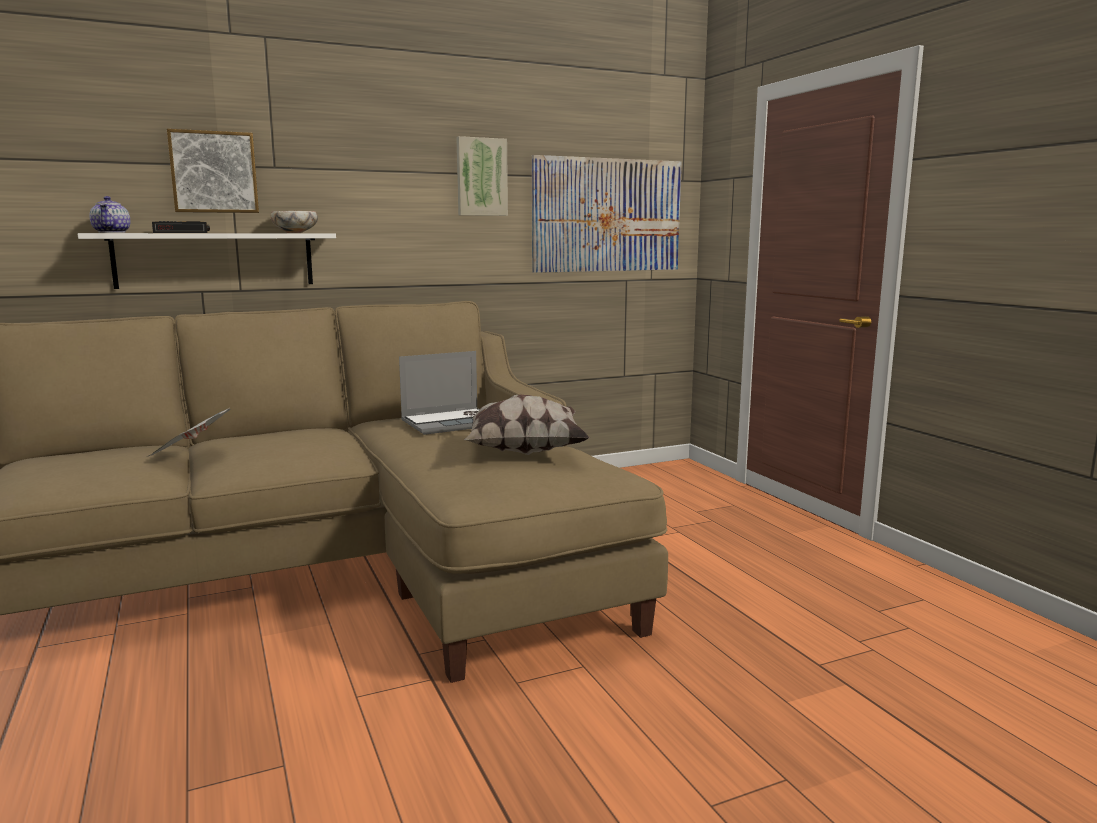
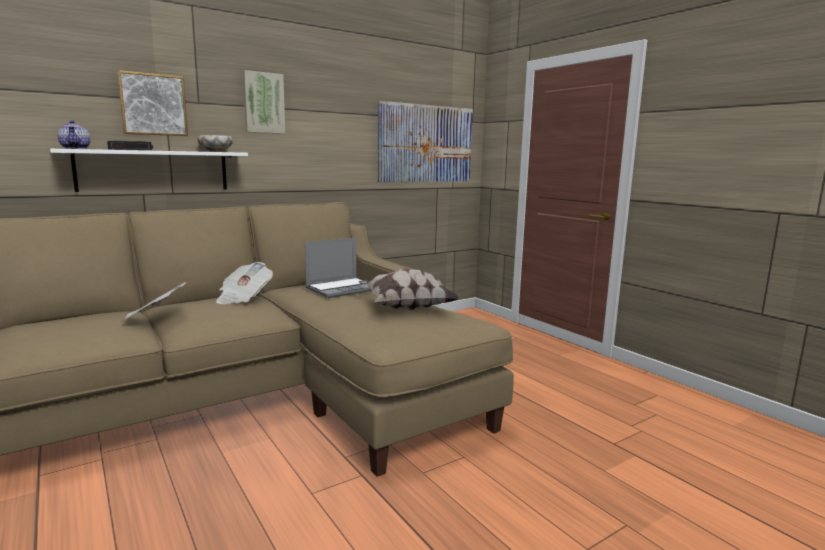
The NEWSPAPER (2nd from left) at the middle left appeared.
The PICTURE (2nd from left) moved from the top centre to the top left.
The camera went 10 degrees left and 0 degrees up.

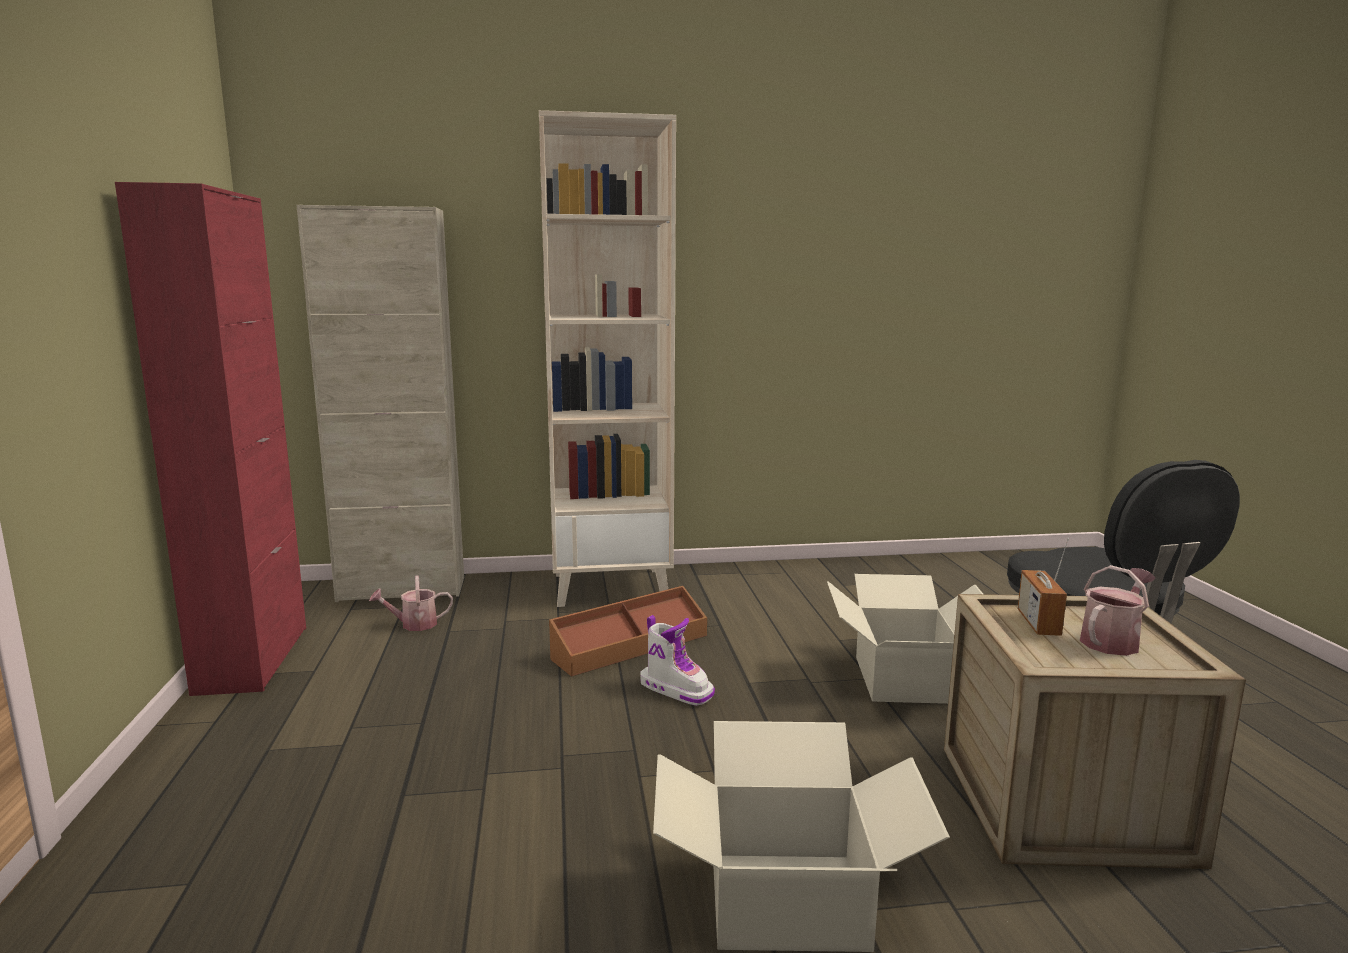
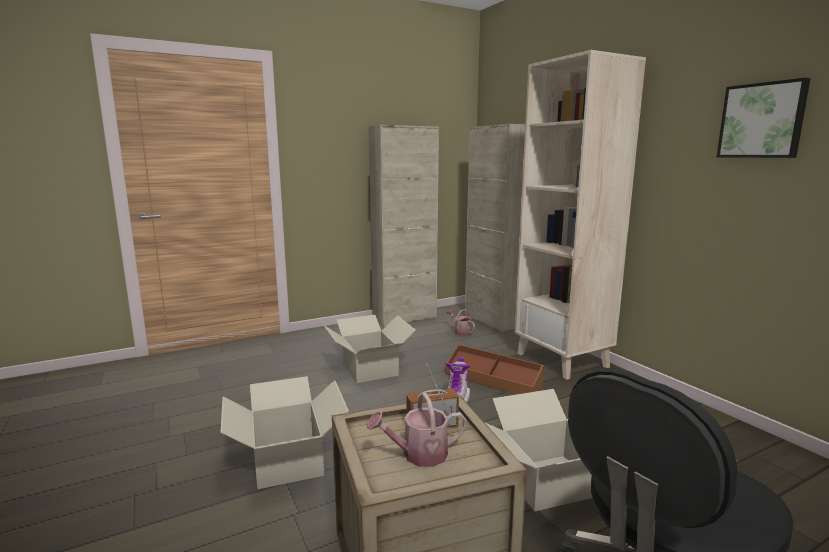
The CARDBOARD BOX (2nd from left) at the centre appeared.
The WATERING CAN (2nd from left in the first image) at the middle right turned 135 degrees clockwise.
The RED CABINET at the middle left became the BEIGE CABINET (1st from left) at the centre.
The PICTURE at the top right appeared.
The camera went 70 degrees right and 0 degrees up.

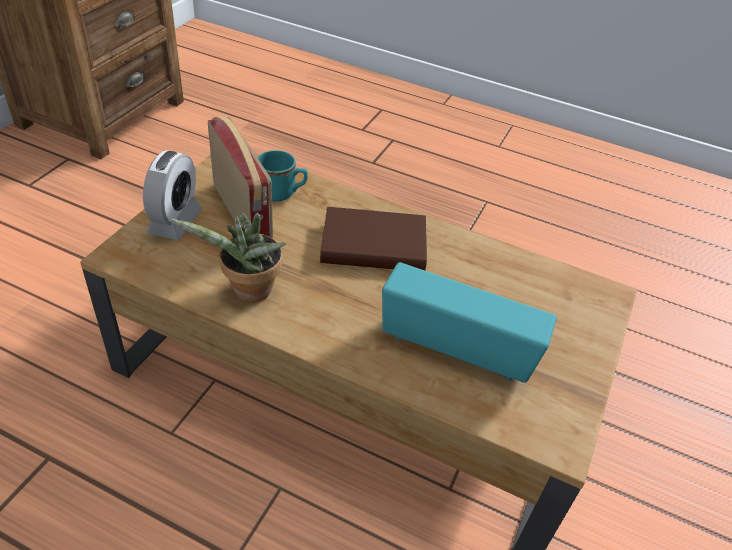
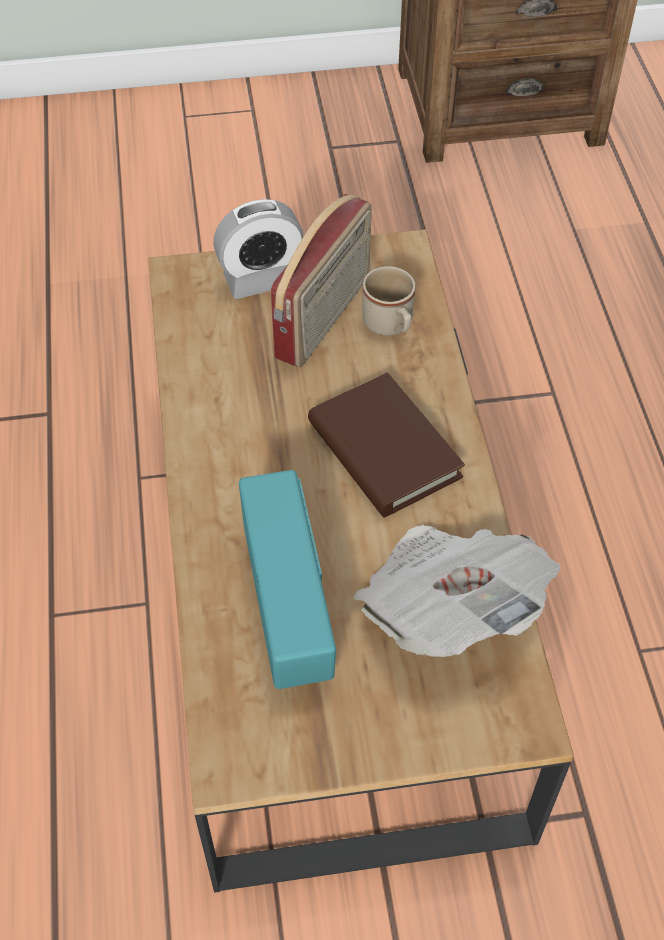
The NEWSPAPER at the middle right appeared.
The TURQUOISE MUG at the top centre became the BEIGE MUG at the top centre.
The POTTED PLANT at the middle left disappeared.
The camera went 60 degrees right and 10 degrees up.

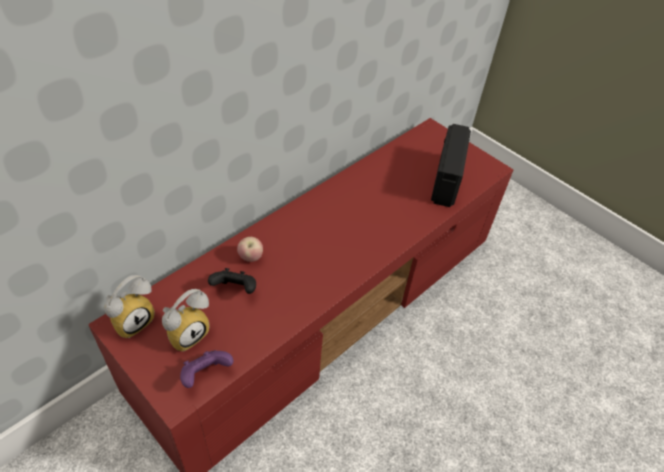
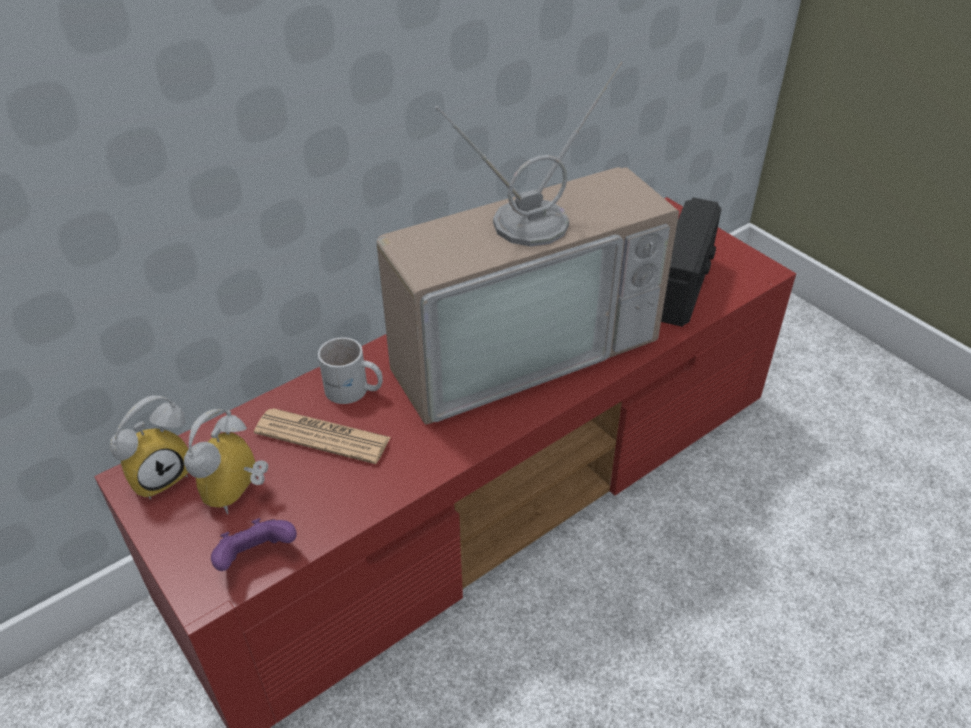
The ALARM CLOCK (2nd from left) at the bottom left turned 150 degrees clockwise.
The BLACK GAME CONTROLLER at the centre was replaced by the NEWSPAPER at the middle left.
The APPLE at the centre was replaced by the WHITE MUG at the centre.
The TELEVISION at the top centre appeared.
The camera went 10 degrees right and 5 degrees down.

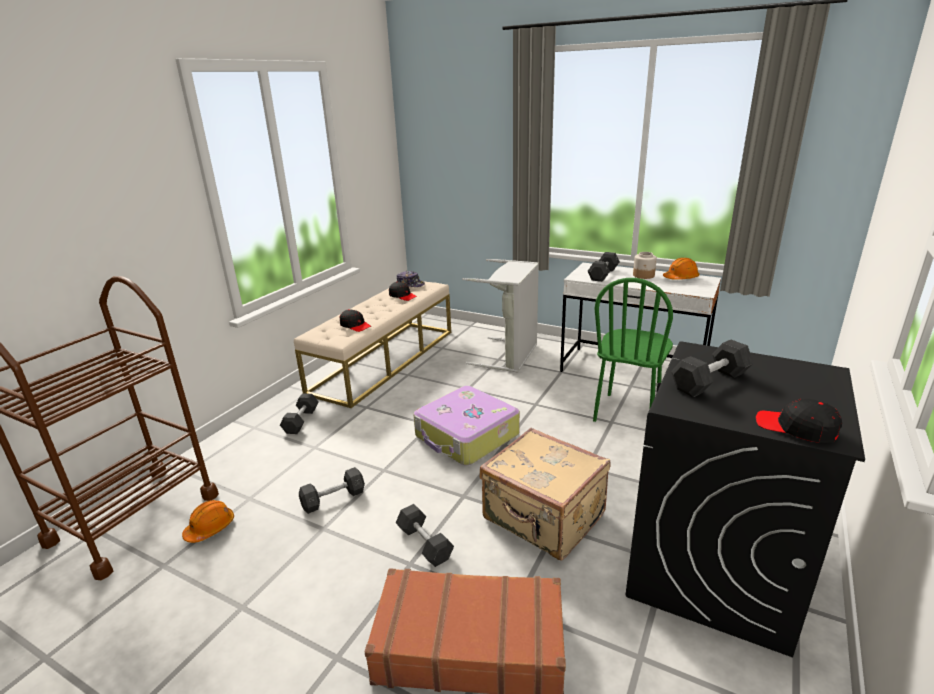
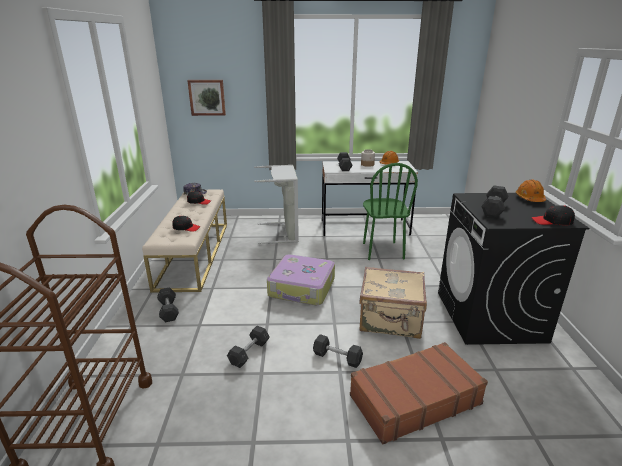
The PICTURE at the top left appeared.
The ORANGE HARD HAT (1st from left in the first image) moved from the bottom left to the middle right.
The camera went 30 degrees left and 0 degrees up.

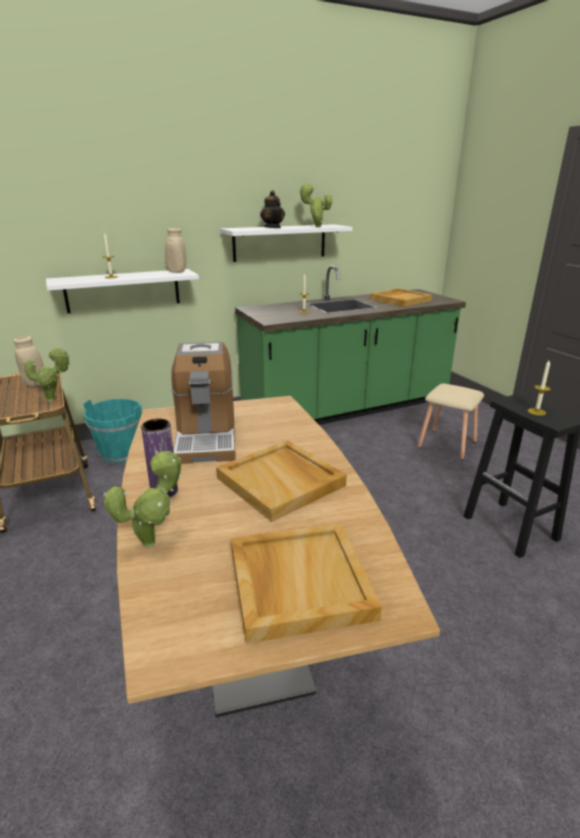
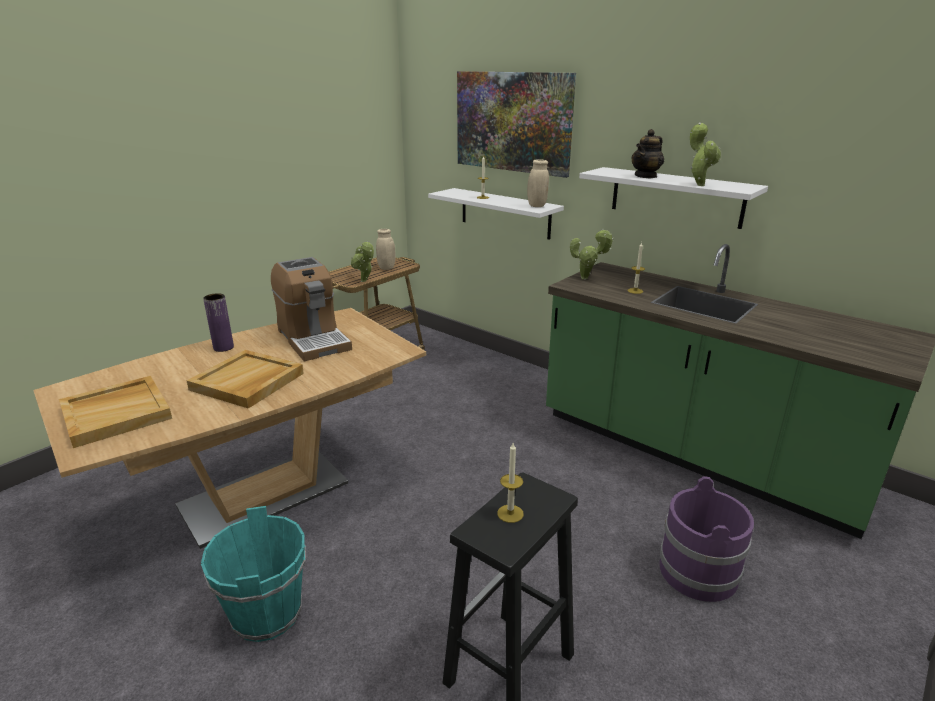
The TURQUOISE BUCKET moved from the middle left to the bottom left.
The COFFEE MACHINE at the centre turned 90 degrees counterclockwise.
The PICTURE at the top centre appeared.
The POTTED PLANT (2nd from left) moved from the middle left to the centre.
The BEIGE STOOL at the middle right was replaced by the PURPLE BUCKET at the bottom right.
The BEIGE TRAY (3rd from left) at the middle right disappeared.
The camera went 65 degrees right and 0 degrees up.

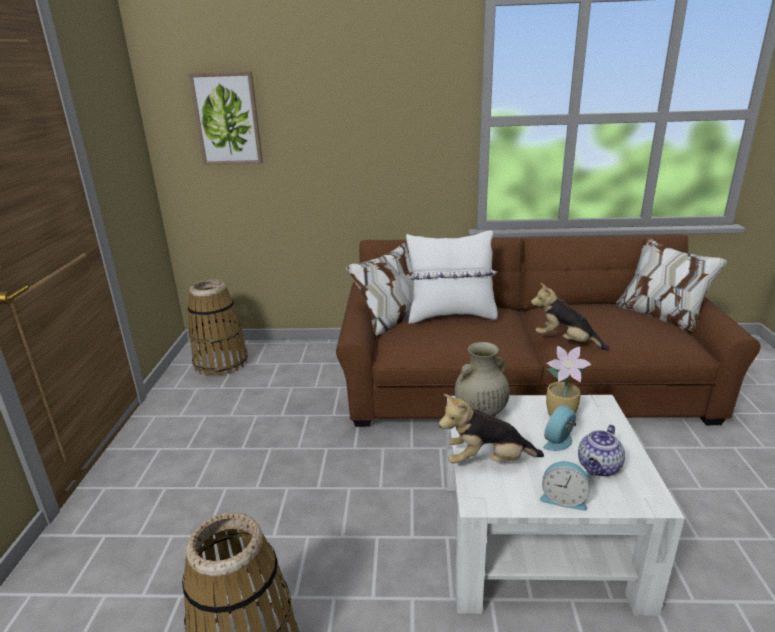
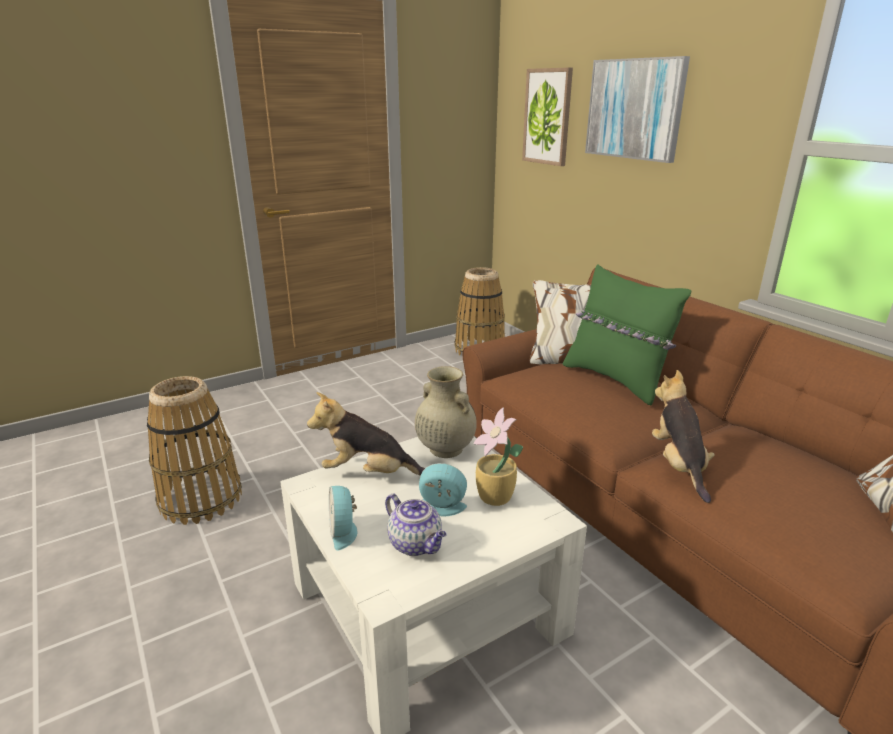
The PLUSH TOY (1st from left) at the bottom centre turned 45 degrees counterclockwise.
The TEAPOT at the bottom right turned 135 degrees counterclockwise.
The WHITE PILLOW at the centre became the GREEN PILLOW at the middle right.
The PICTURE (2nd from left) at the top right appeared.
The camera went 55 degrees right and 0 degrees up.

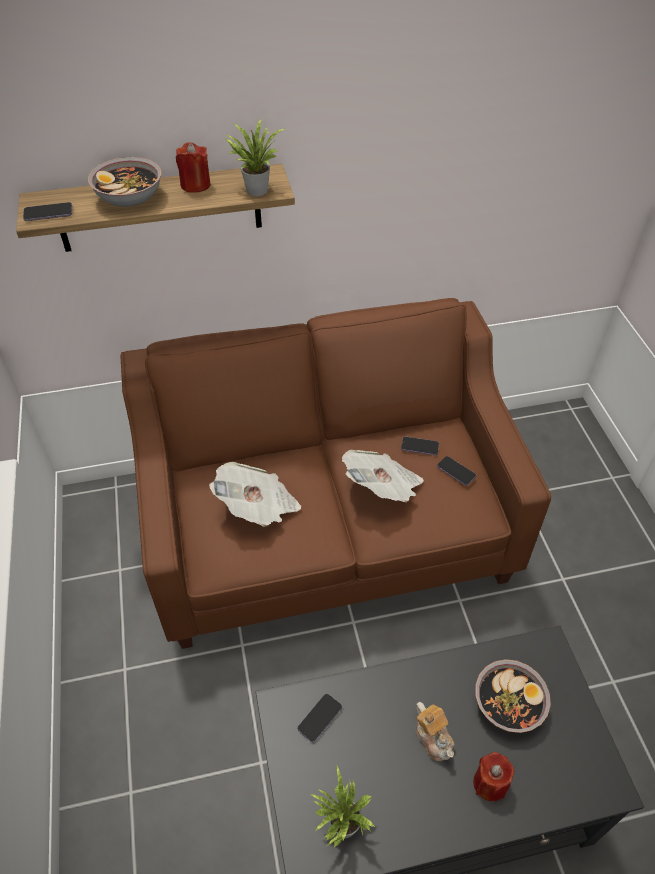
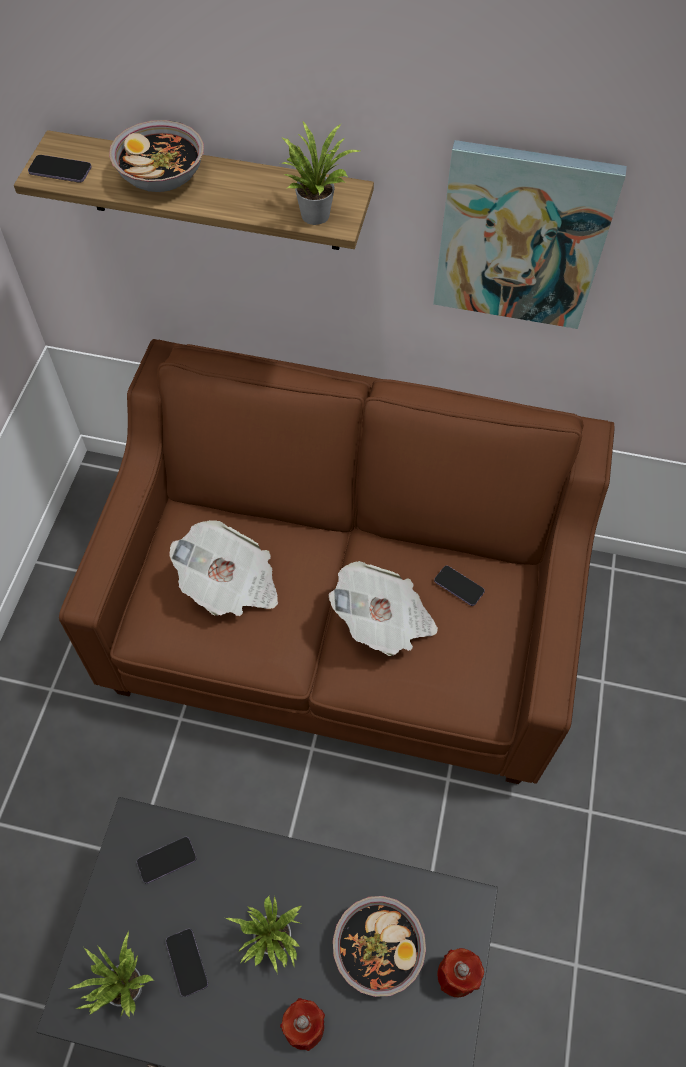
The PHONE (4th from left in the first image) moved from the middle right to the bottom left.
The TEAPOT at the bottom centre was replaced by the POTTED PLANT (2nd from left) at the bottom centre.
The PICTURE at the top right appeared.
The RED CANDLE (1st from left in the first image) moved from the top left to the bottom right.
The camera went 25 degrees right and 10 degrees up.

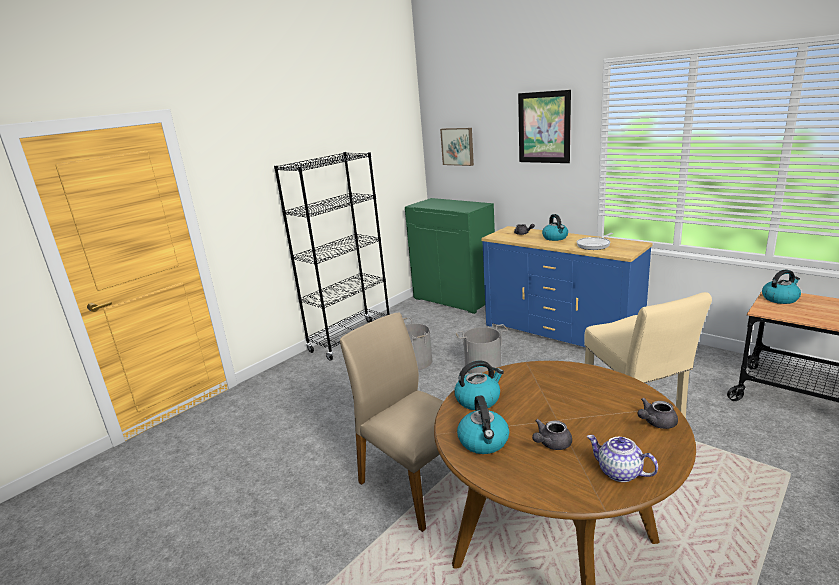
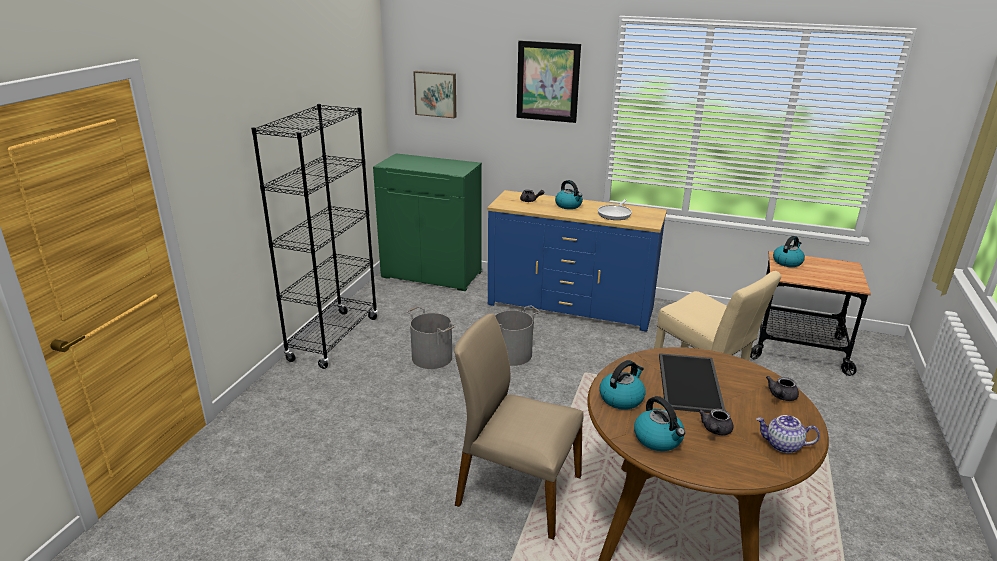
The TRAY at the bottom right appeared.
The camera went 25 degrees left and 5 degrees up.

